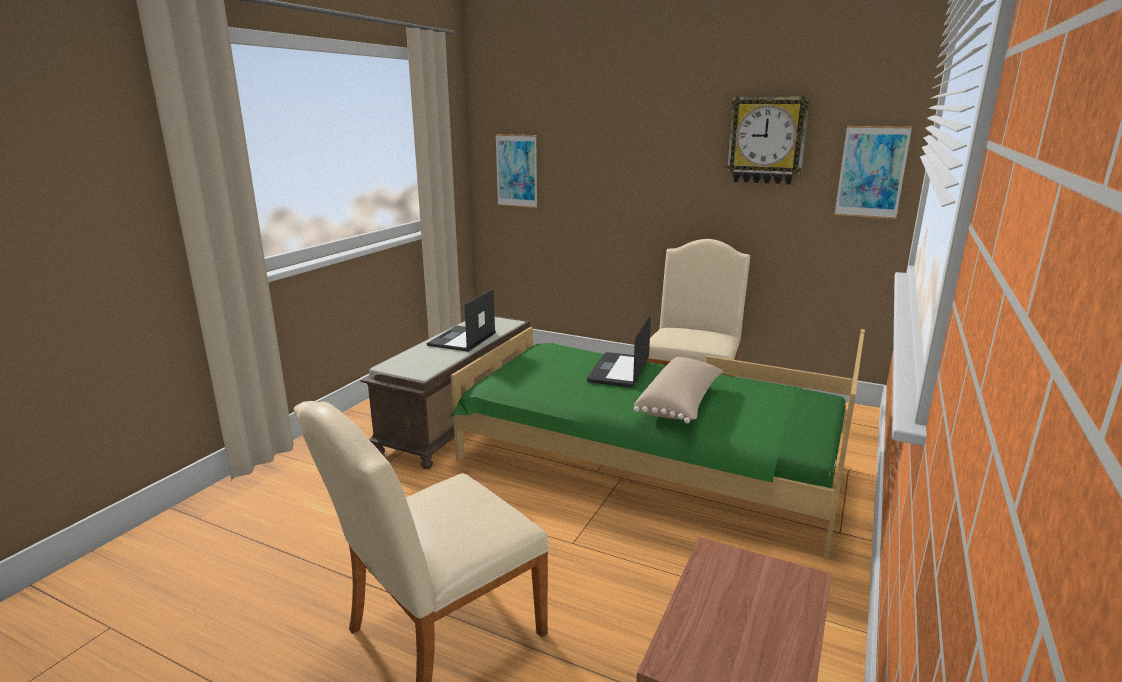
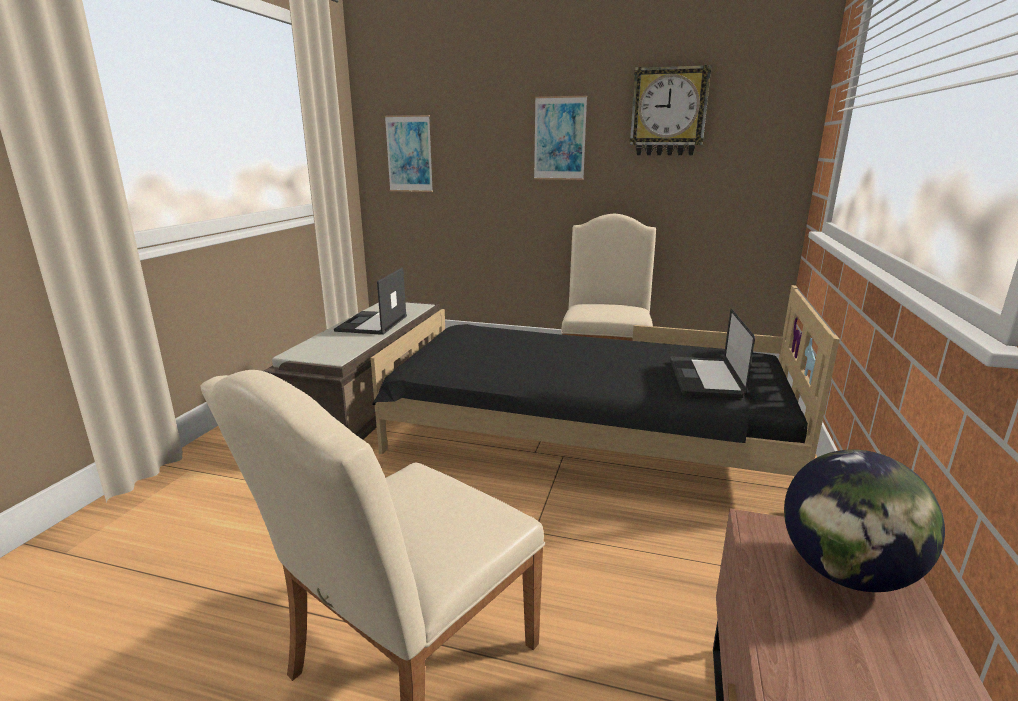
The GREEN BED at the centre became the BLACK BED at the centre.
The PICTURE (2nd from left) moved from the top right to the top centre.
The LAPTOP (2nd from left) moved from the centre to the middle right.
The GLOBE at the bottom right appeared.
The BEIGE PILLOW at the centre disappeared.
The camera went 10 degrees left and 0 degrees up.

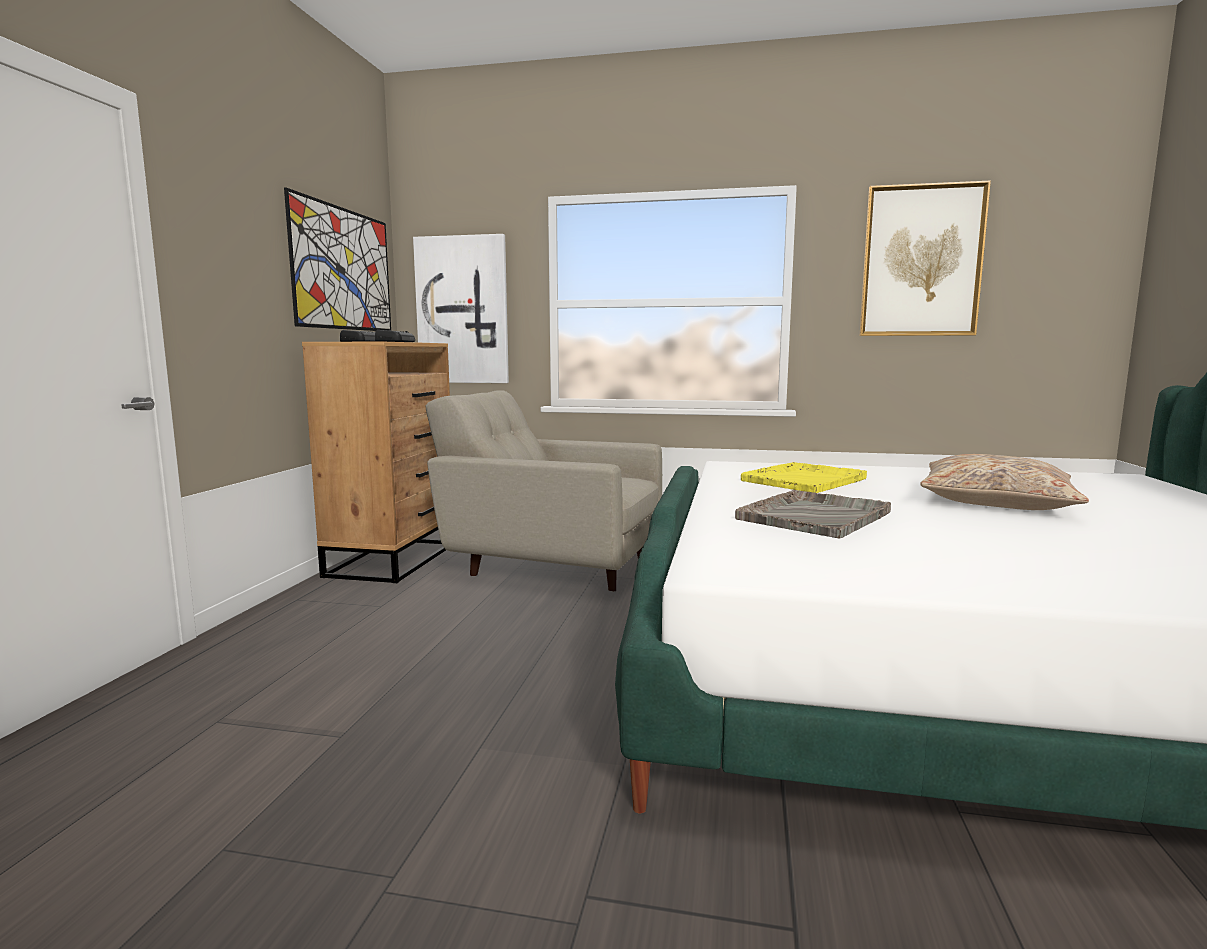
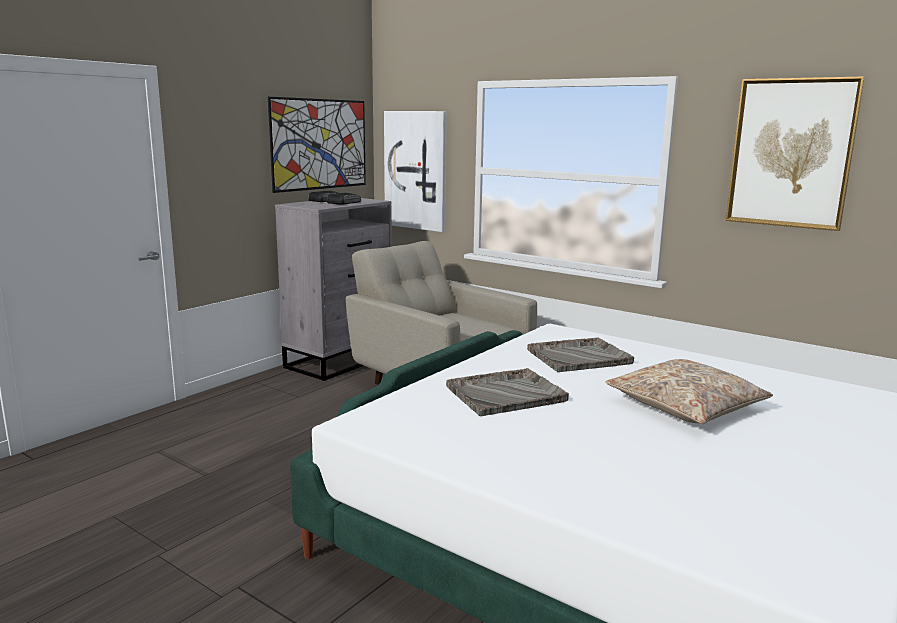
The BROWN DRESSER at the middle left became the GREY DRESSER at the centre.
The YELLOW TRAY at the centre became the GREY TRAY (2nd from left) at the centre.
The camera went 25 degrees right and 5 degrees up.

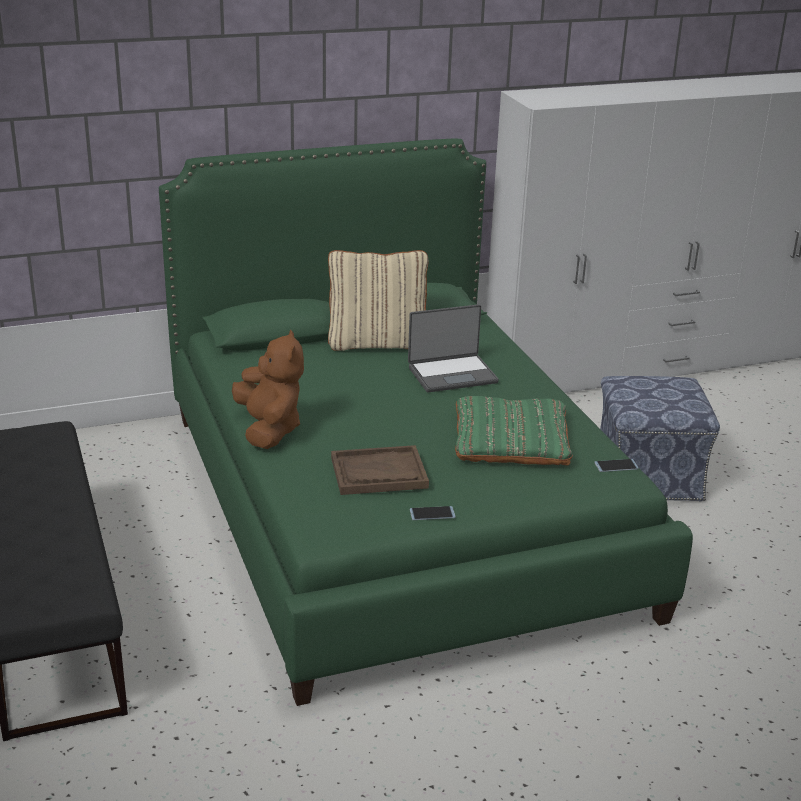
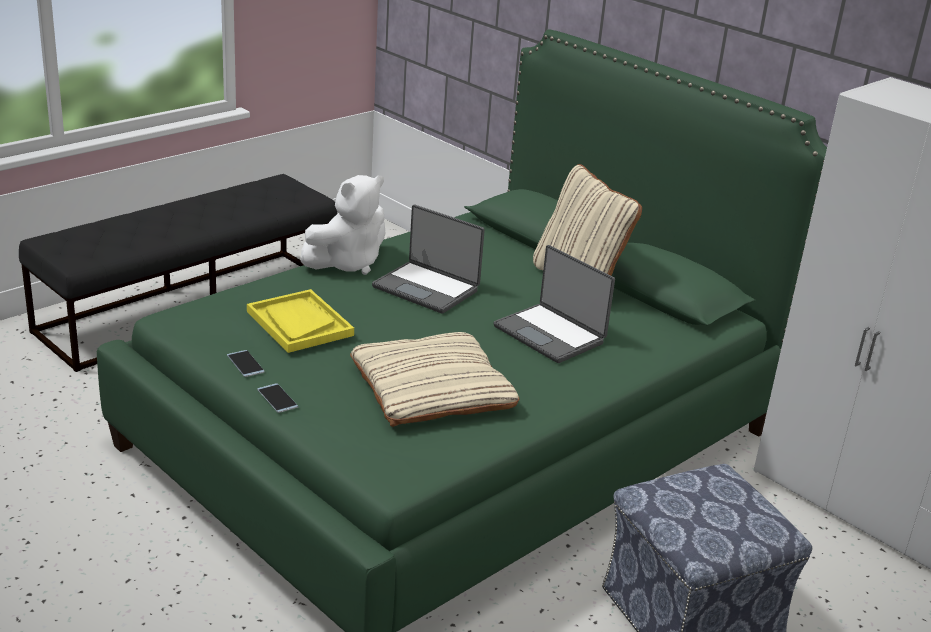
The BROWN TRAY at the centre became the YELLOW TRAY at the middle left.
The PHONE (2nd from left) moved from the middle right to the middle left.
The BROWN PLUSH TOY at the centre became the WHITE PLUSH TOY at the centre.
The GREEN PILLOW at the centre became the BEIGE PILLOW (1st from left) at the centre.
The LAPTOP (1st from left) at the centre appeared.
The camera went 65 degrees right and 0 degrees up.

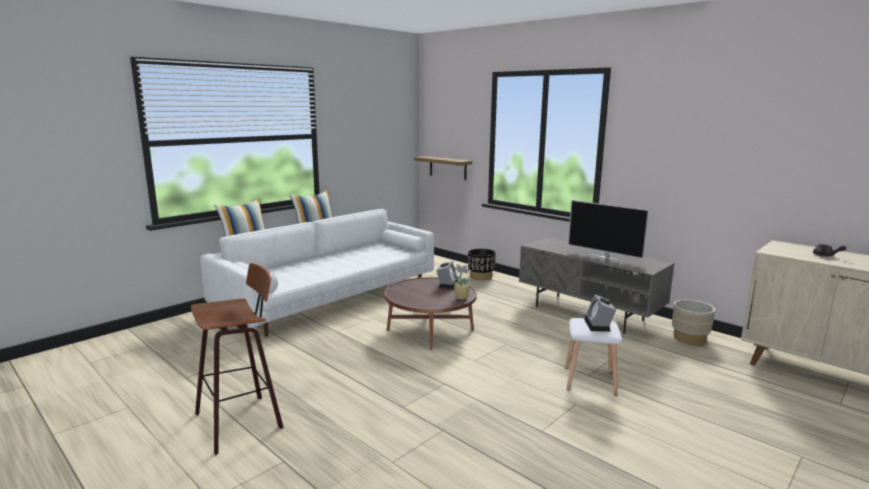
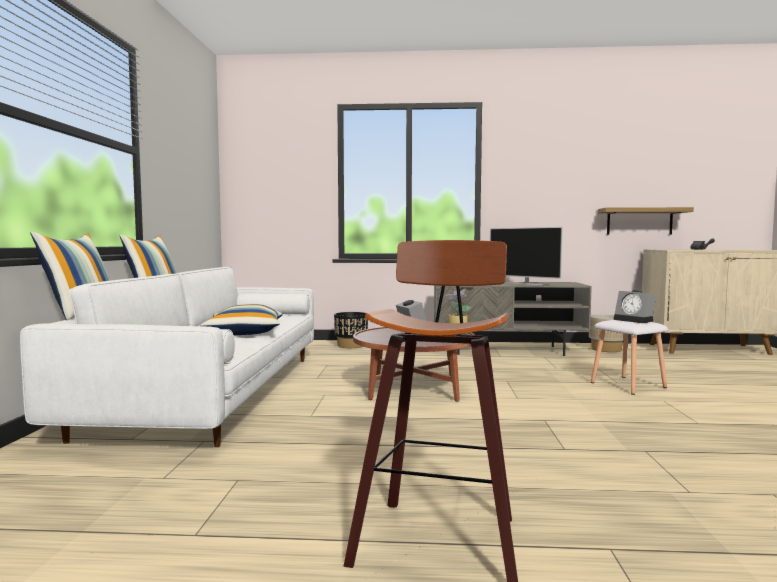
The PILLOW (3rd from left) at the middle left appeared.
The TELEVISION at the middle right turned 45 degrees clockwise.
The SHELF moved from the centre to the middle right.
The camera went 40 degrees left and 10 degrees down.

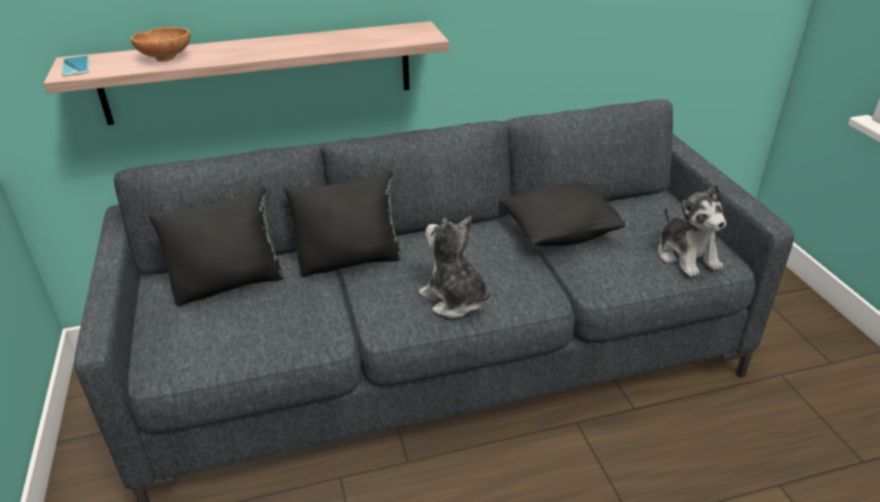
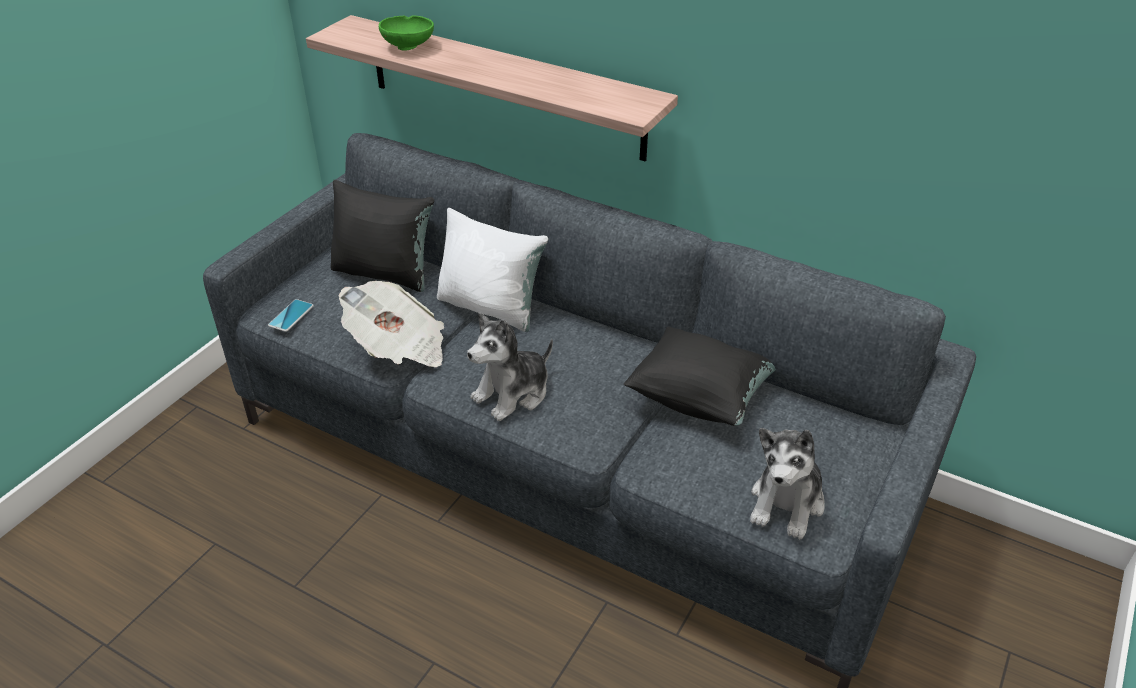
The PHONE moved from the top left to the middle left.
The NEWSPAPER at the centre appeared.
The BROWN BOWL at the top left became the GREEN BOWL at the top centre.
The BLACK PILLOW (2nd from left) at the centre became the WHITE PILLOW at the centre.
The PLUSH TOY (1st from left) at the centre turned 135 degrees counterclockwise.
The camera went 45 degrees right and 5 degrees up.

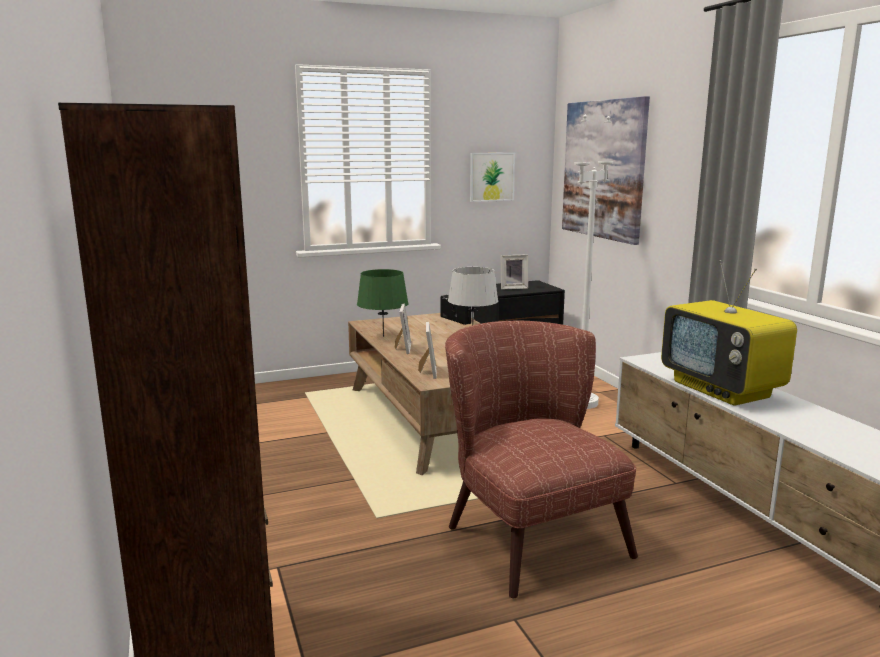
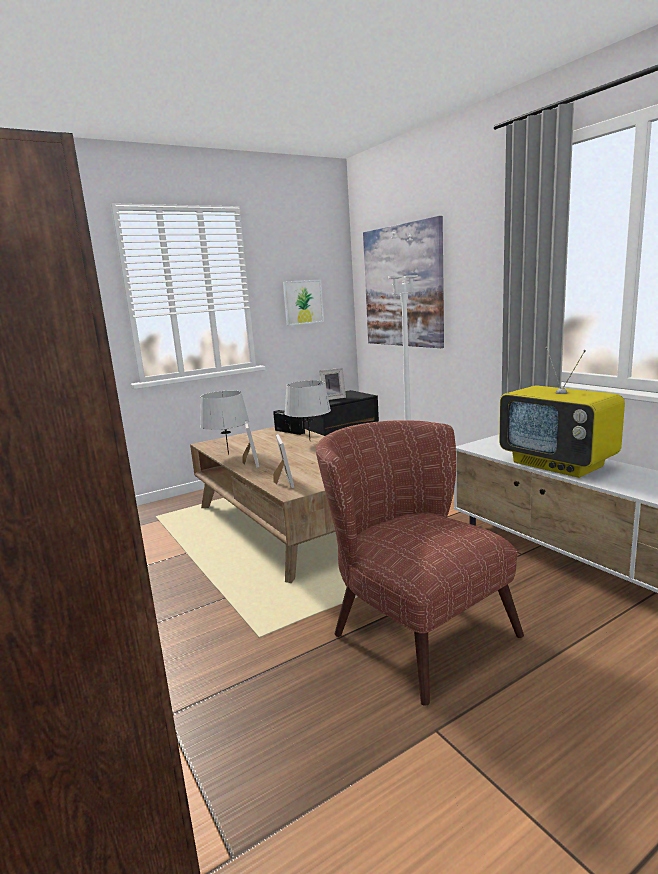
The GREEN TABLE LAMP at the centre became the GREY TABLE LAMP (1st from left) at the centre.
The camera went 10 degrees left and 0 degrees up.

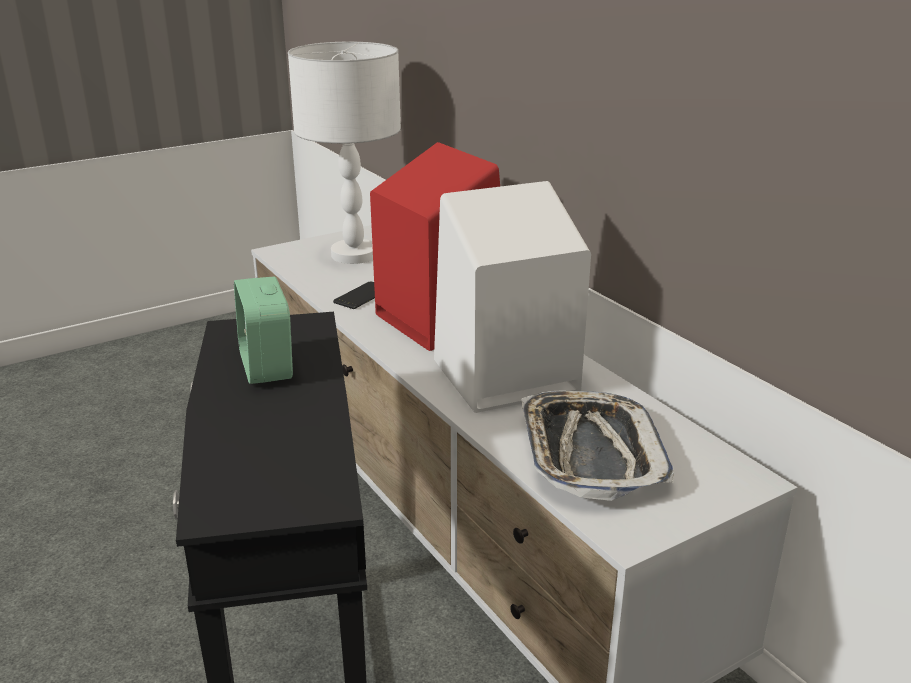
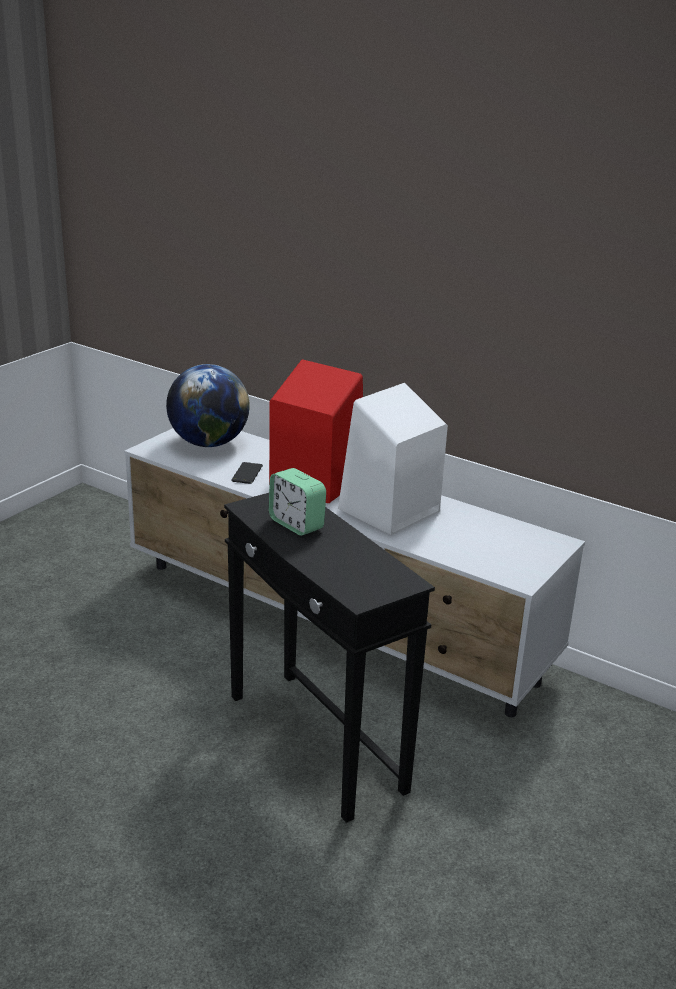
The WHITE TABLE LAMP at the top centre was replaced by the GLOBE at the middle left.
The TRAY at the centre disappeared.
The camera went 25 degrees left and 0 degrees up.

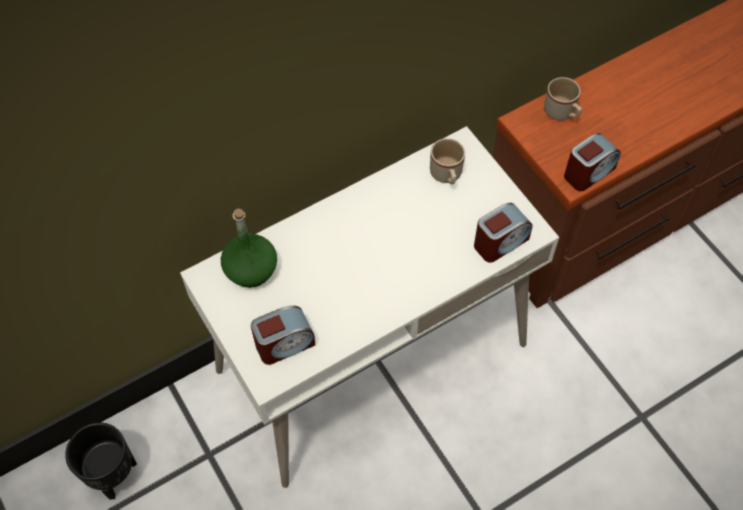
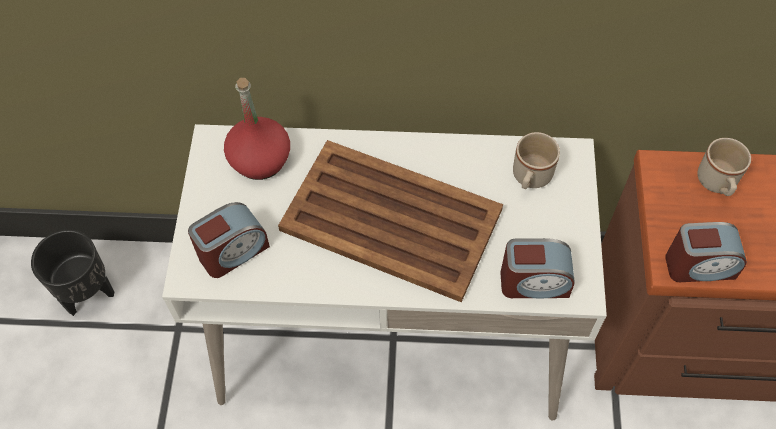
The ALARM CLOCK (1st from left) at the centre turned 45 degrees counterclockwise.
The GREEN BOTTLE at the centre became the RED BOTTLE at the top left.
The BROWN TRAY at the centre appeared.
The camera went 35 degrees right and 0 degrees up.

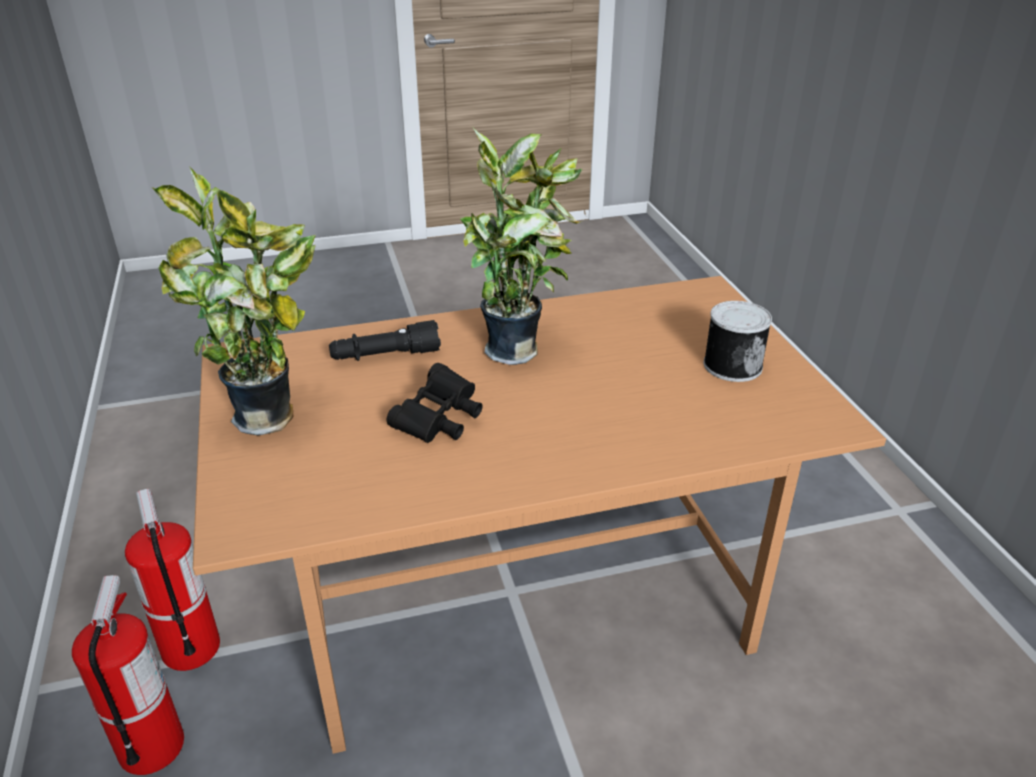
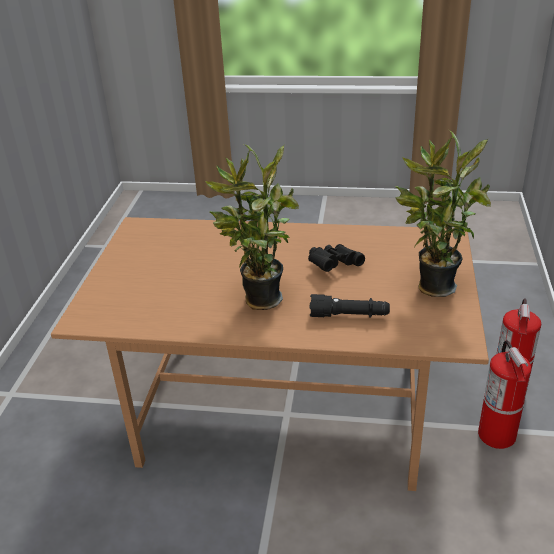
The CAN at the middle right disappeared.
The camera went 155 degrees left and 0 degrees up.

